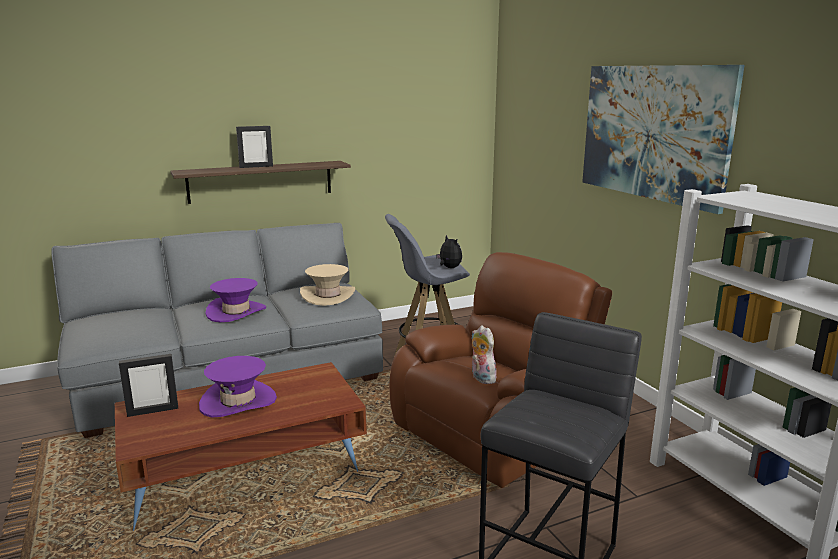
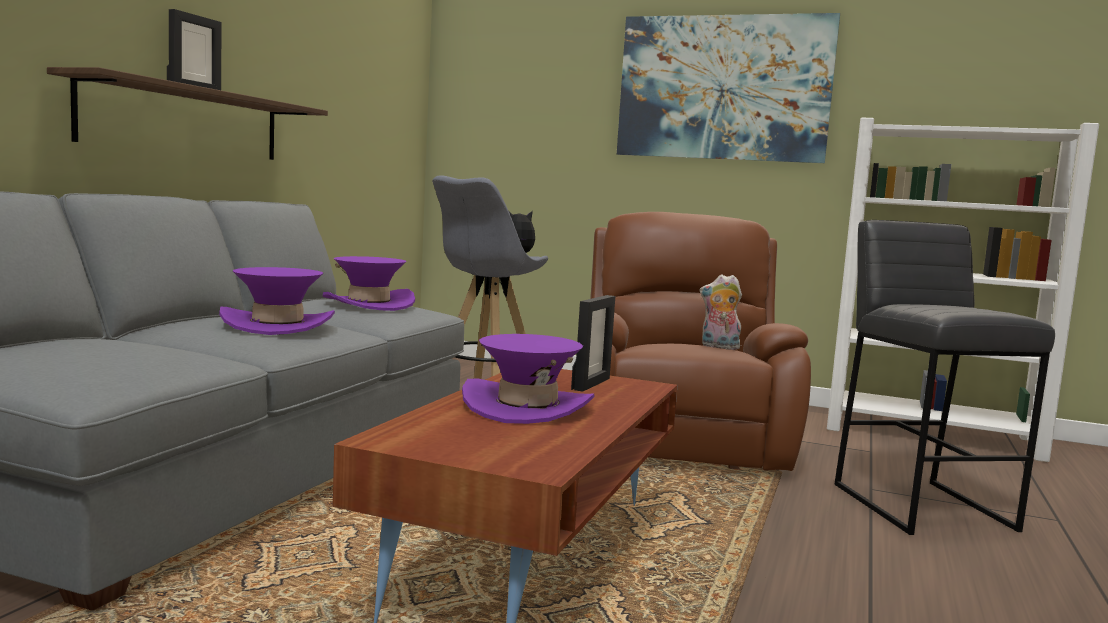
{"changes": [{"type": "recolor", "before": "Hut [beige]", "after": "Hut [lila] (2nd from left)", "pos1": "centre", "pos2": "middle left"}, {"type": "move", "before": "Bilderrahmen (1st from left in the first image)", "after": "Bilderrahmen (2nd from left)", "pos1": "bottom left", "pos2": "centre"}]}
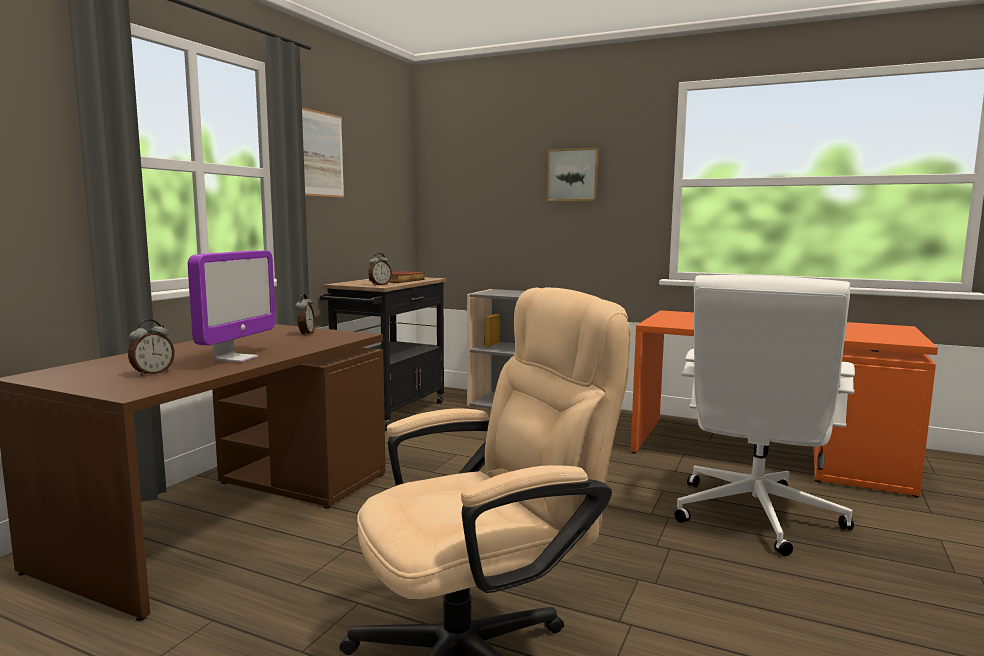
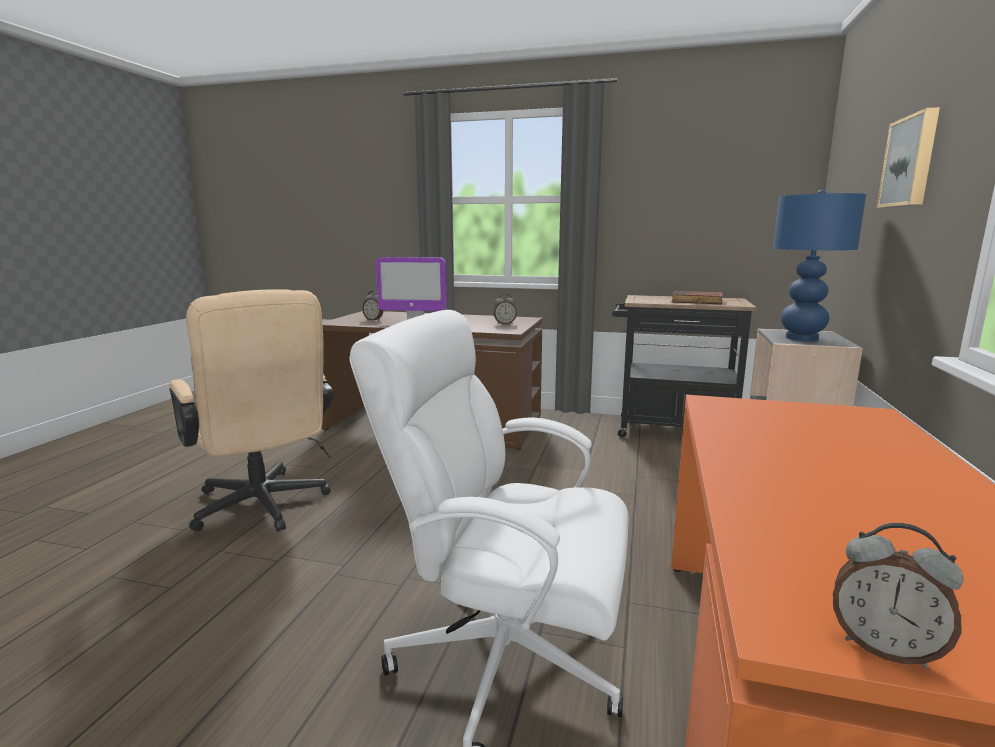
{"changes": [{"type": "delete", "before": "Bild (1st from left)", "pos1": "top left"}, {"type": "move", "before": "Wecker (3rd from left)", "pos1": "centre", "pos2": "bottom right"}, {"type": "insert", "after": "Tischlampe [blau]", "pos2": "middle right"}]}
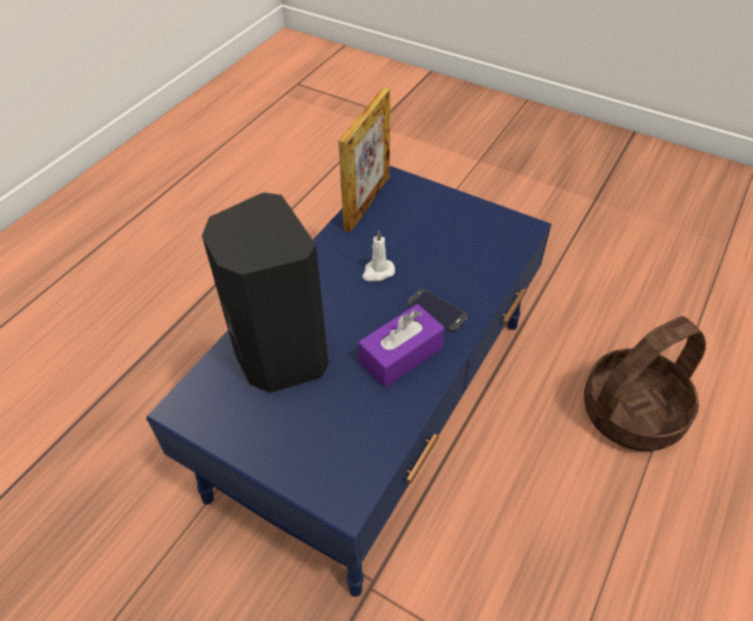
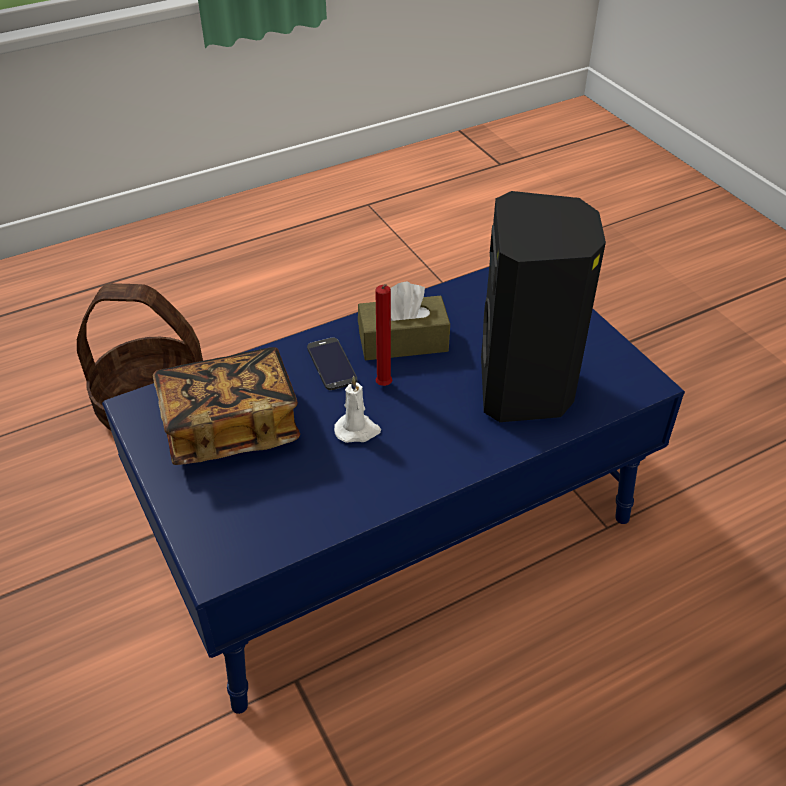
{"changes": [{"type": "delete", "before": "Bilderrahmen", "pos1": "top centre"}, {"type": "recolor", "before": "Taschentuchbox [lila]", "after": "Taschentuchbox [braun]", "pos1": "centre", "pos2": "centre"}, {"type": "insert", "after": "Kerze [rot]", "pos2": "centre"}, {"type": "insert", "after": "Buch", "pos2": "middle left"}]}
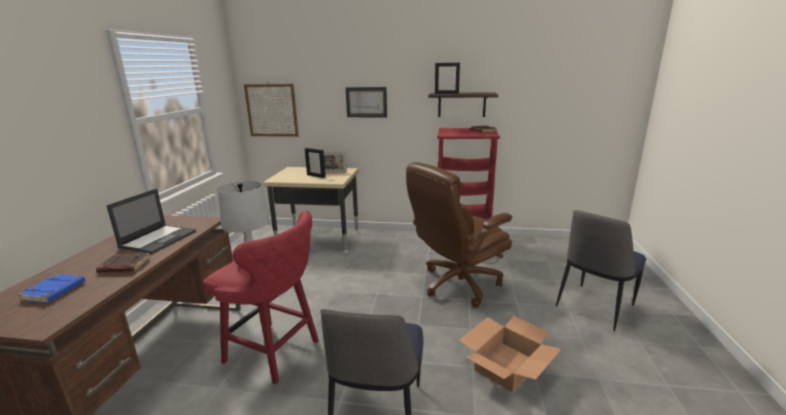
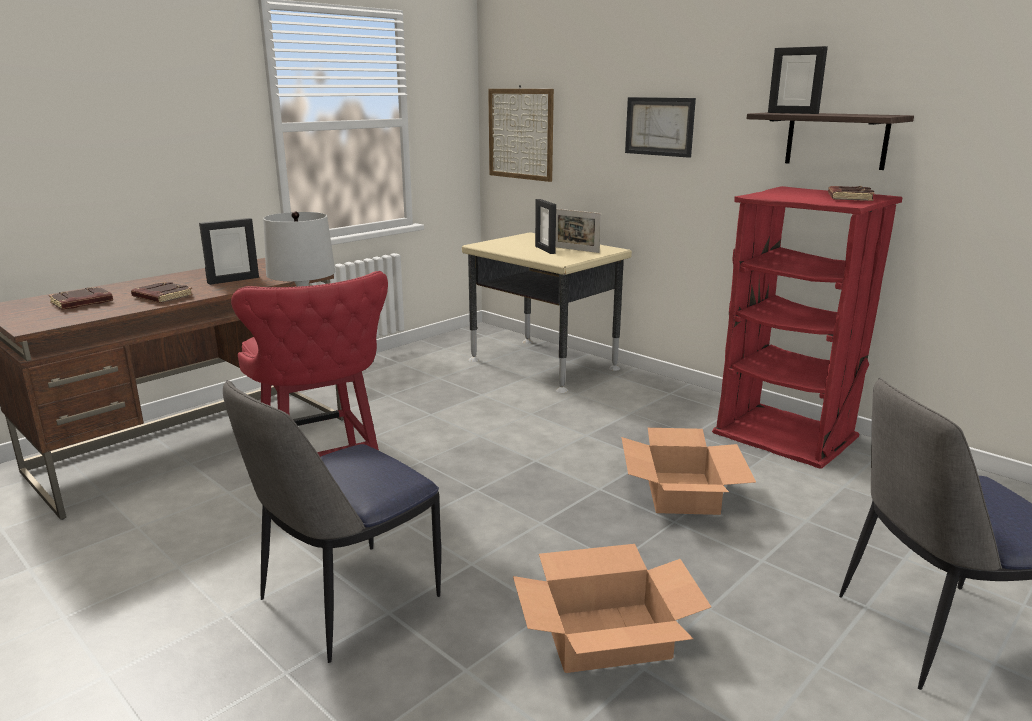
{"changes": [{"type": "replace", "before": "Bürostuhl [braun]", "after": "Karton (2nd from left)", "pos1": "centre", "pos2": "middle right"}, {"type": "replace", "before": "Laptop", "after": "Bilderrahmen (1st from left)", "pos1": "middle left", "pos2": "middle left"}, {"type": "recolor", "before": "Buch [blau]", "after": "Buch [braun] (1st from left)", "pos1": "bottom left", "pos2": "middle left"}]}
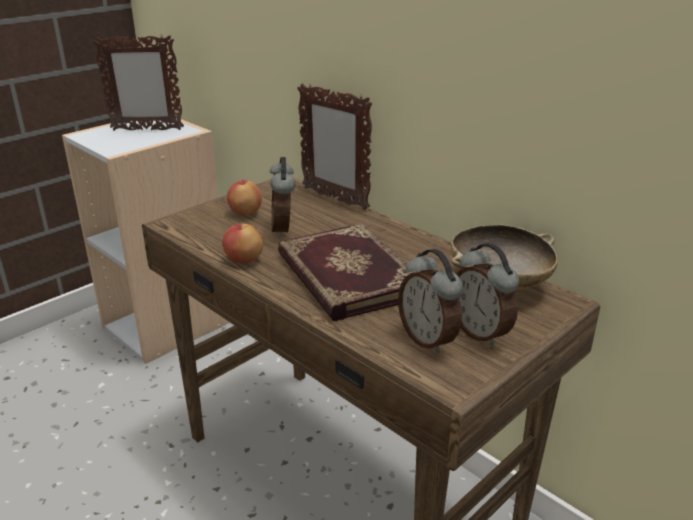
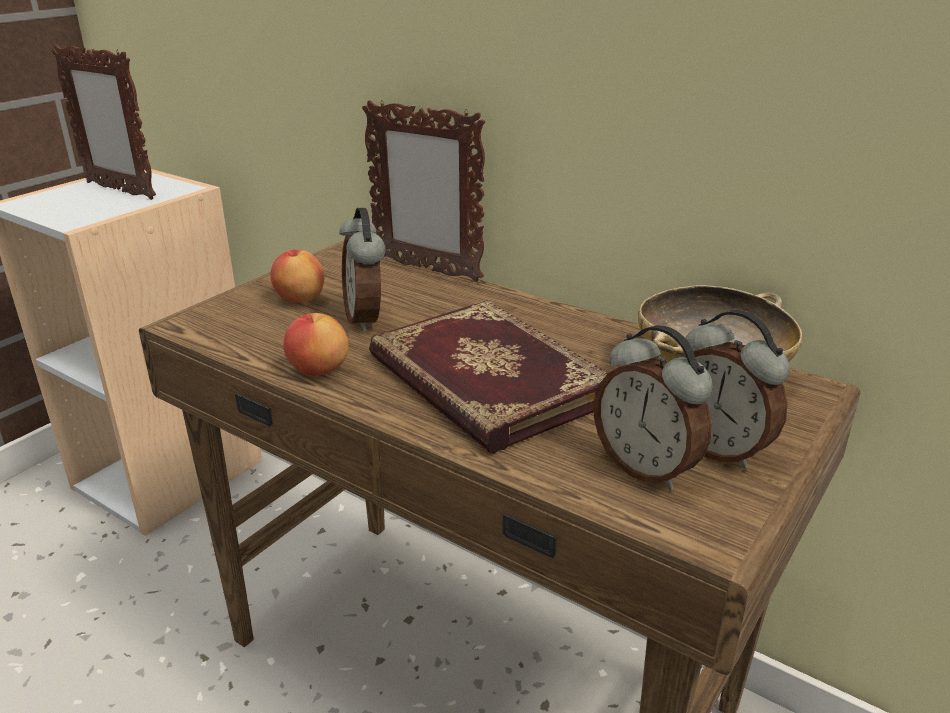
{"changes": [{"type": "rotate", "before": "Bilderrahmen (1st from left)", "pos1": "top left", "pos2": "top left", "turn": 45}]}
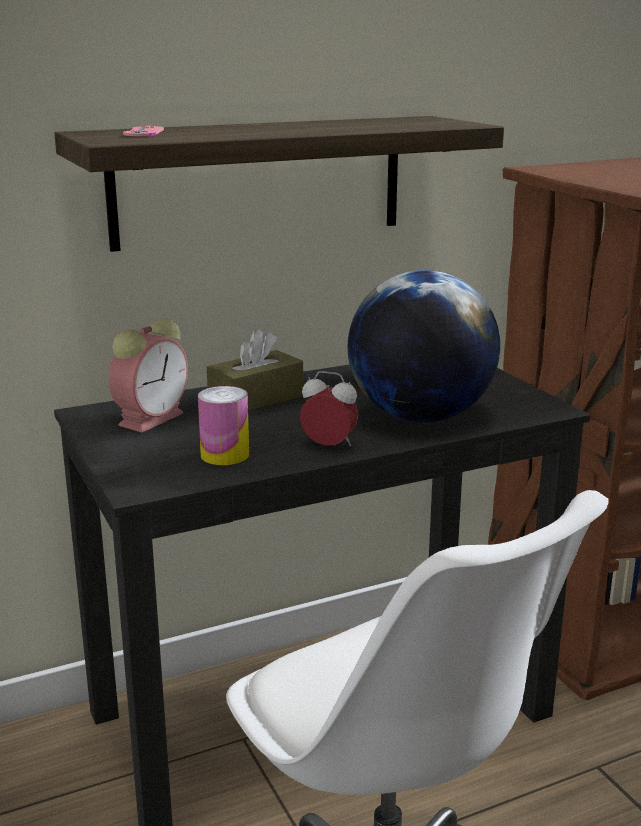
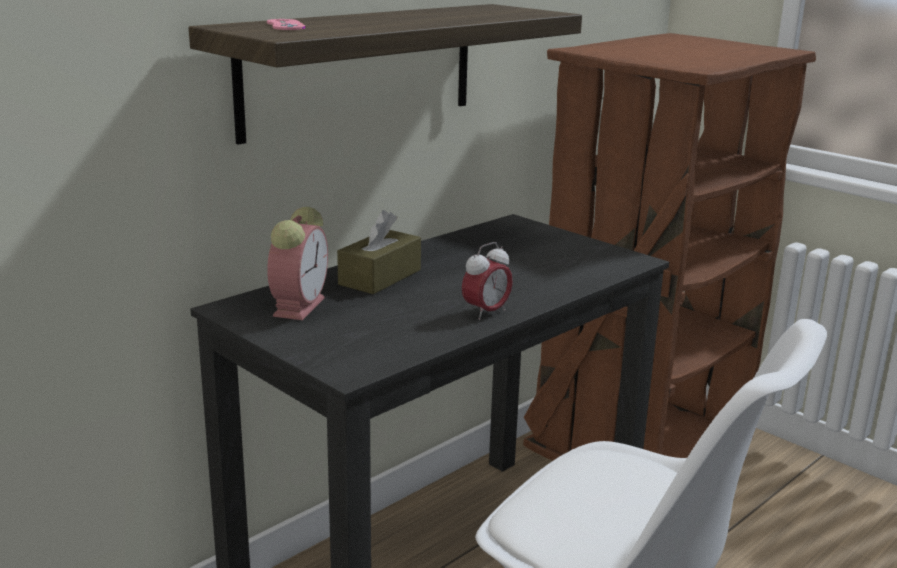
{"changes": [{"type": "delete", "before": "Globus", "pos1": "centre"}, {"type": "rotate", "before": "Wecker (2nd from left)", "pos1": "centre", "pos2": "centre", "turn": 135}, {"type": "delete", "before": "Dose", "pos1": "centre"}]}
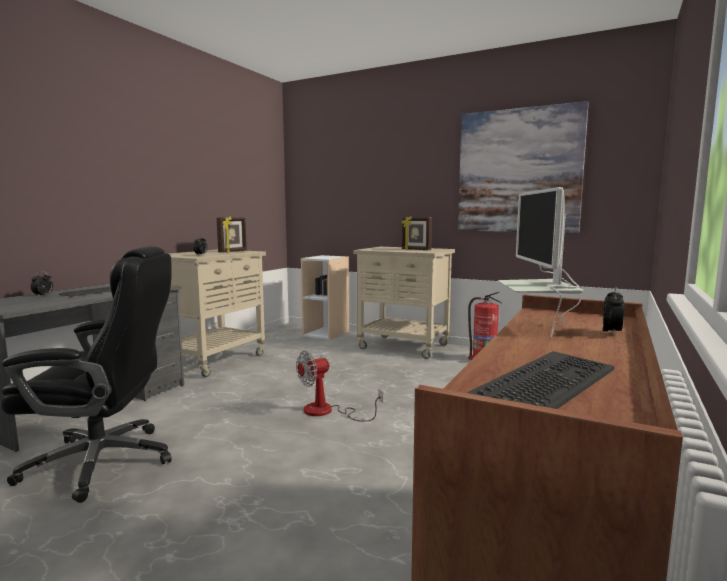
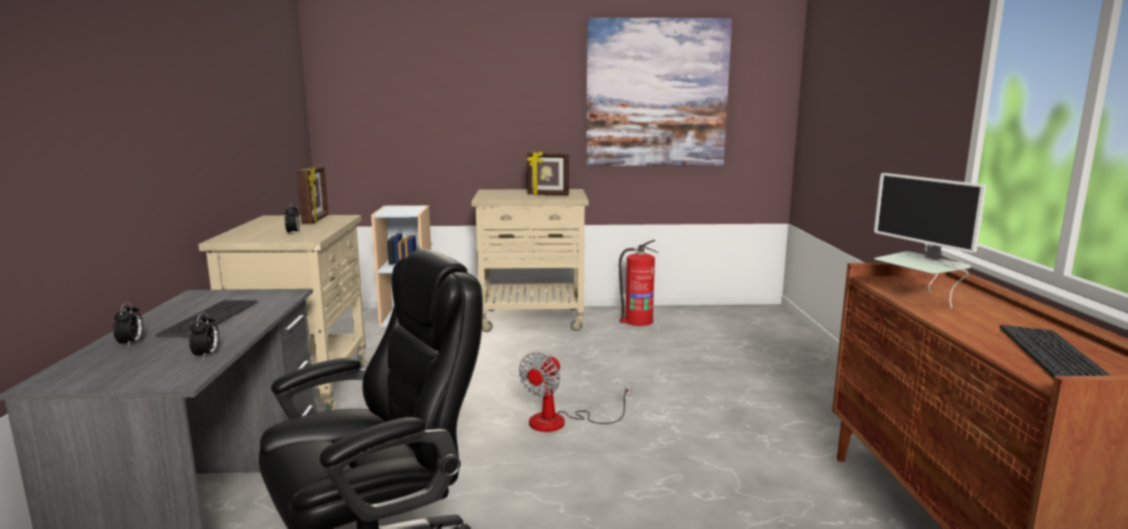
{"changes": [{"type": "move", "before": "Wecker (3rd from left in the first image)", "after": "Wecker (2nd from left)", "pos1": "middle right", "pos2": "middle left"}]}
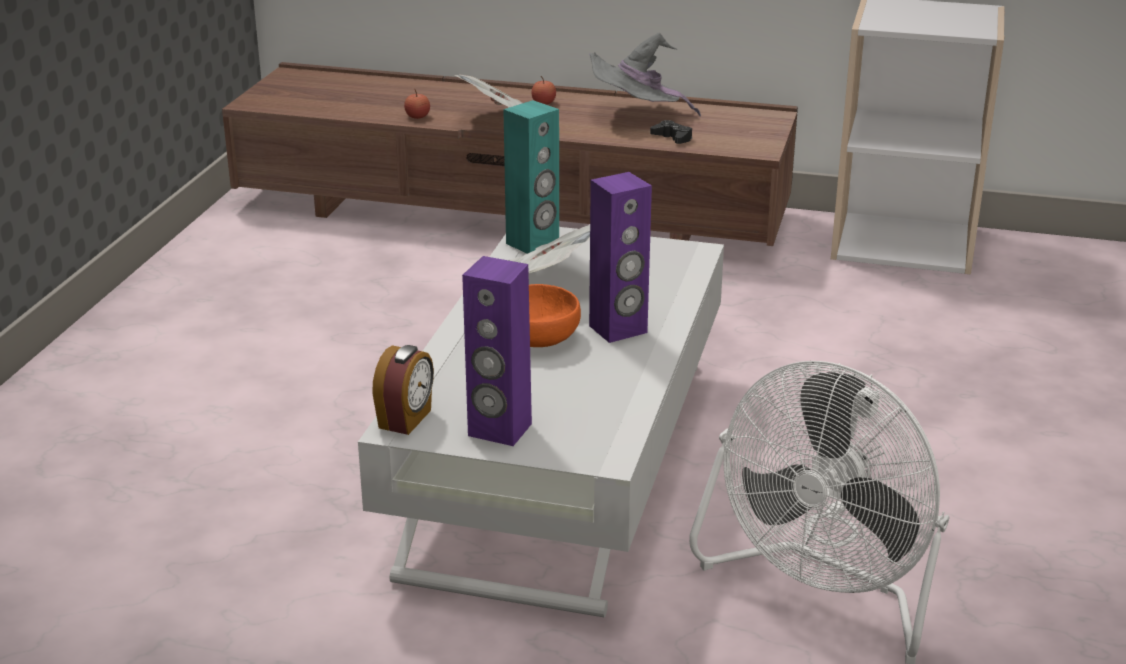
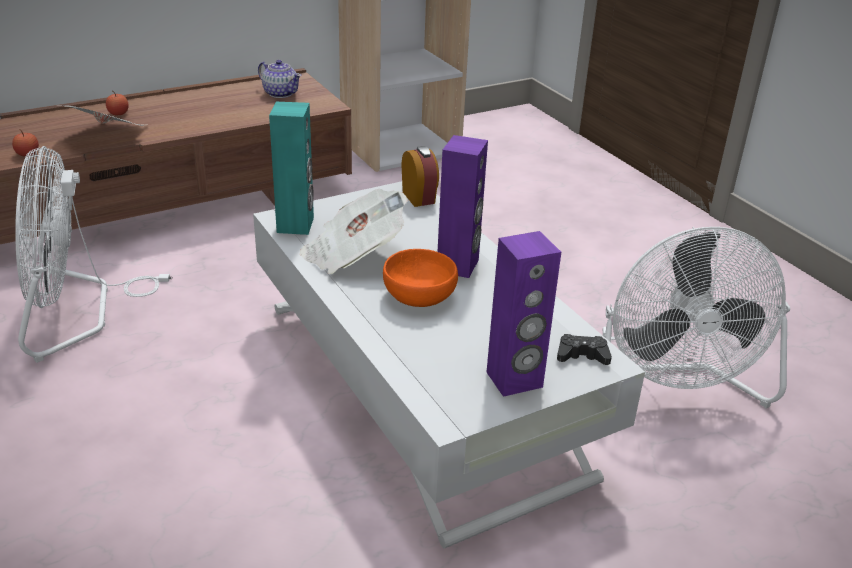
{"changes": [{"type": "delete", "before": "Hut [grau]", "pos1": "top centre"}, {"type": "move", "before": "Gamepad [schwarz]", "pos1": "top centre", "pos2": "middle right"}, {"type": "move", "before": "Wecker", "pos1": "centre", "pos2": "top centre"}, {"type": "insert", "after": "Teekanne", "pos2": "top left"}, {"type": "insert", "after": "Ventilator [weiß] (1st from left)", "pos2": "middle left"}]}
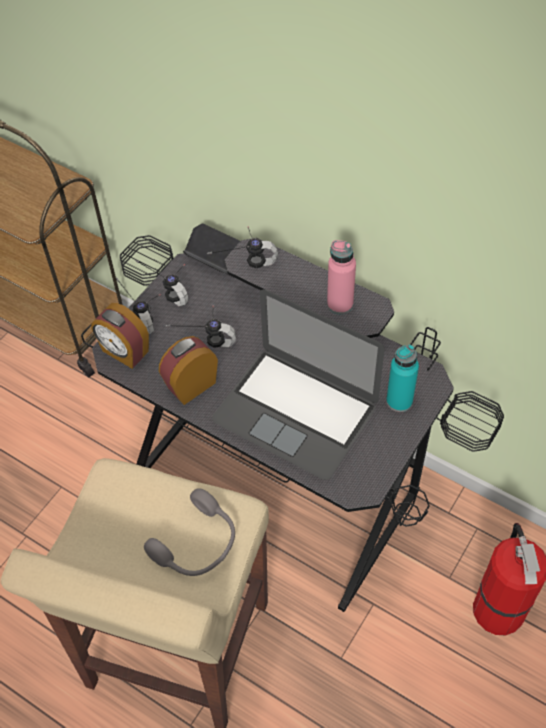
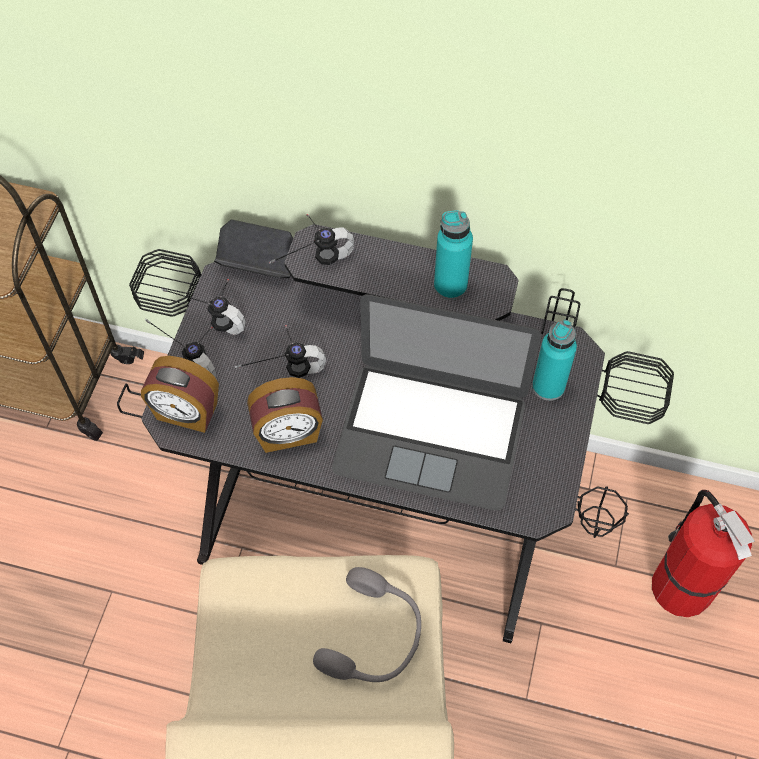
{"changes": [{"type": "recolor", "before": "Flasche [rosa]", "after": "Flasche [türkis] (1st from left)", "pos1": "centre", "pos2": "centre"}, {"type": "rotate", "before": "Wecker (2nd from left)", "pos1": "centre", "pos2": "centre", "turn": -135}]}
